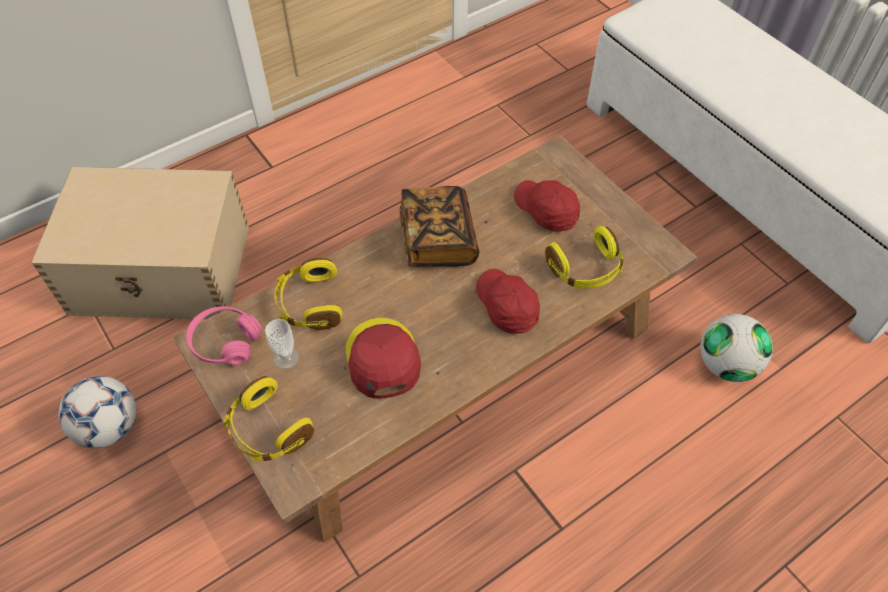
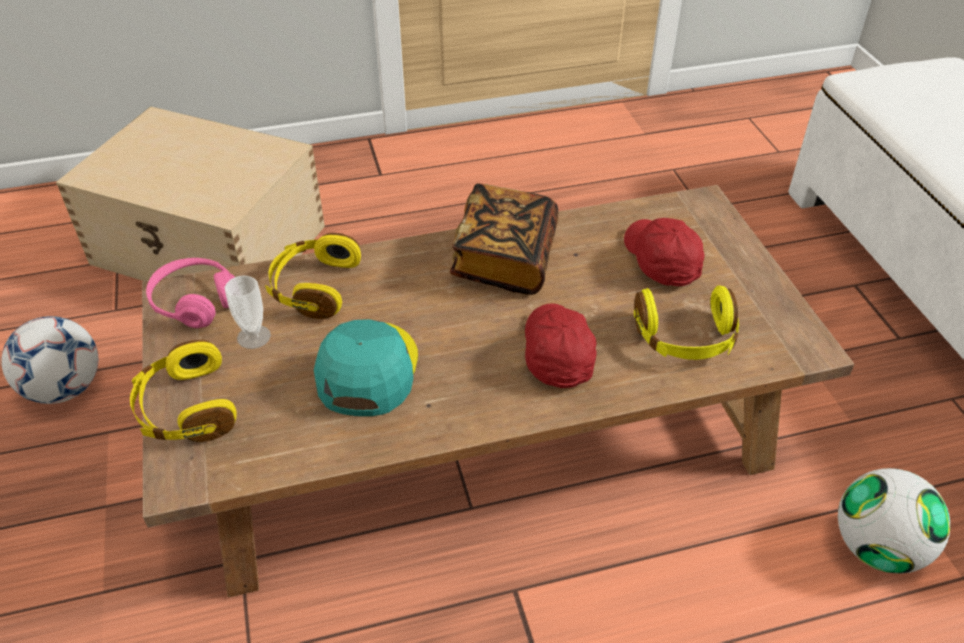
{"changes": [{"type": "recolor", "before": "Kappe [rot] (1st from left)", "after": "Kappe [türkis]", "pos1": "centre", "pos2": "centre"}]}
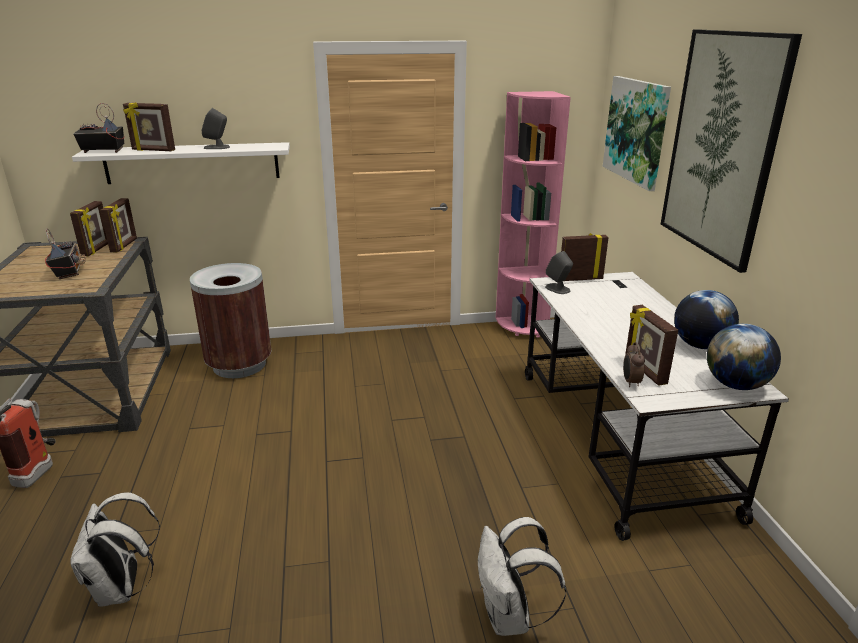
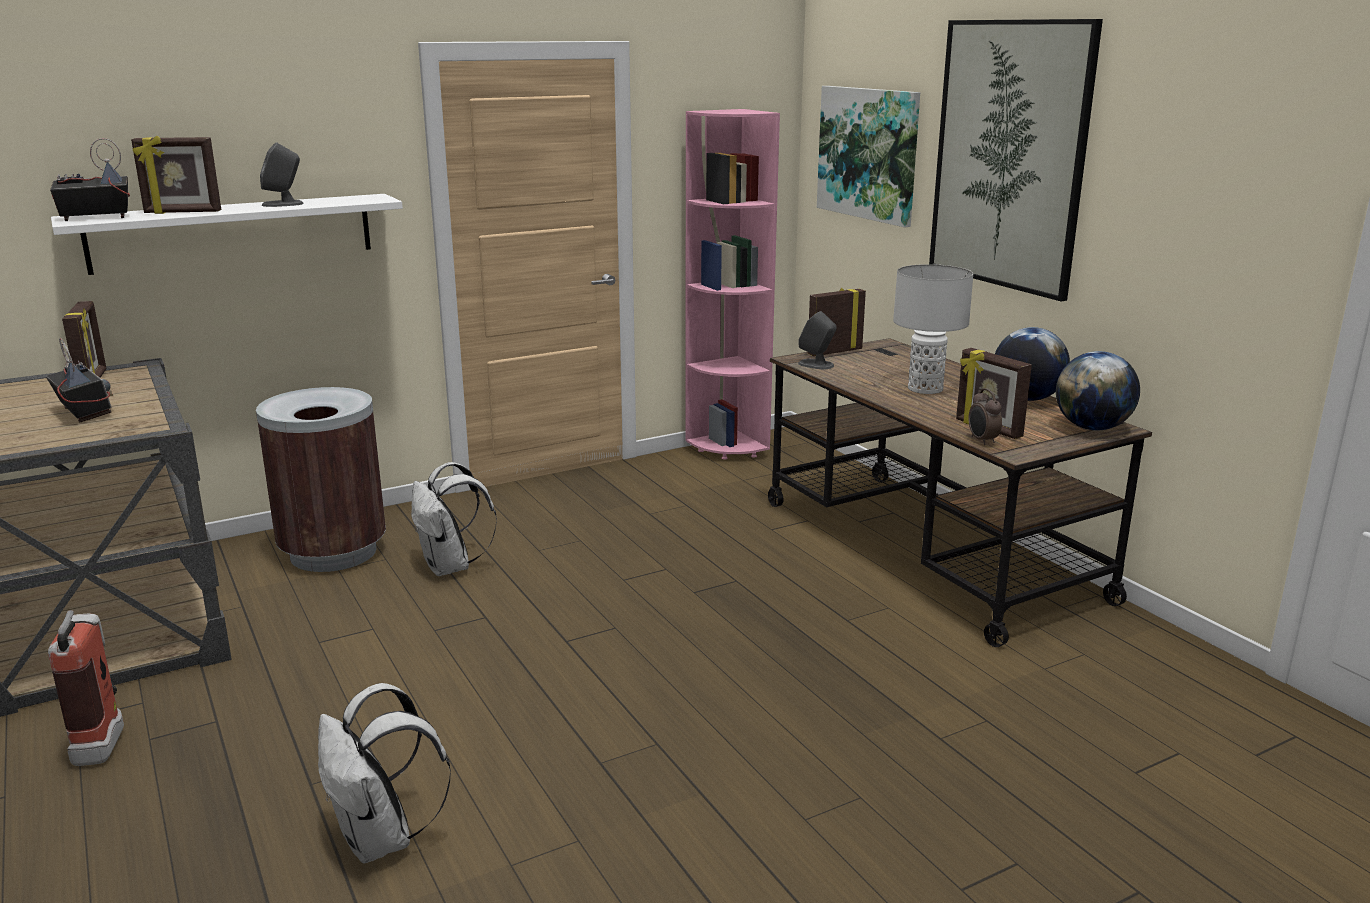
{"changes": [{"type": "delete", "before": "Bilderrahmen (2nd from left)", "pos1": "middle left"}, {"type": "recolor", "before": "Schreibtisch [weiß]", "after": "Schreibtisch [braun]", "pos1": "middle right", "pos2": "middle right"}, {"type": "move", "before": "Rucksack [weiß] (2nd from left)", "pos1": "bottom centre", "pos2": "middle left"}, {"type": "insert", "after": "Tischlampe [weiß]", "pos2": "middle right"}]}
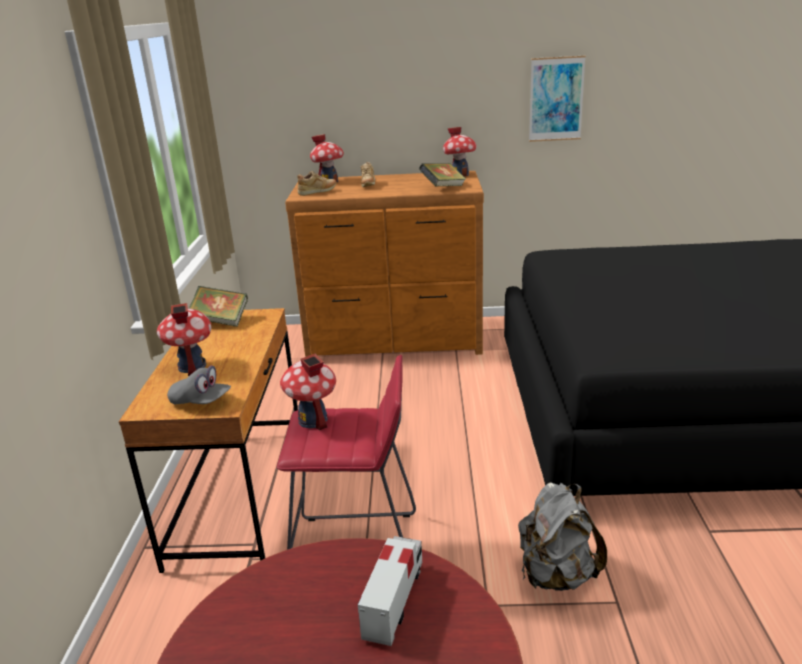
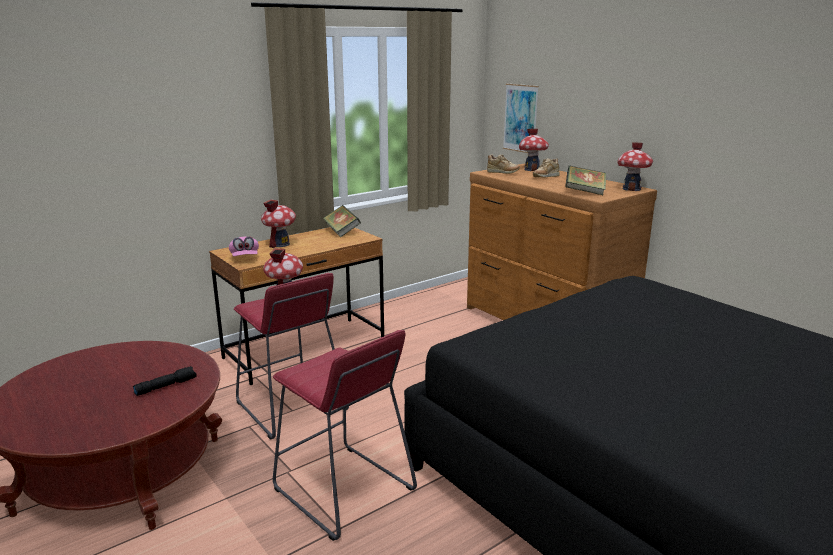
{"changes": [{"type": "move", "before": "Bild", "pos1": "top right", "pos2": "top centre"}, {"type": "recolor", "before": "Kappe [grau]", "after": "Kappe [rosa]", "pos1": "middle left", "pos2": "middle left"}, {"type": "replace", "before": "Rucksack [grau]", "after": "Hocker [rot] (2nd from left)", "pos1": "bottom right", "pos2": "bottom centre"}, {"type": "replace", "before": "Spielzeuglaster", "after": "Taschenlampe [schwarz]", "pos1": "bottom centre", "pos2": "bottom left"}]}
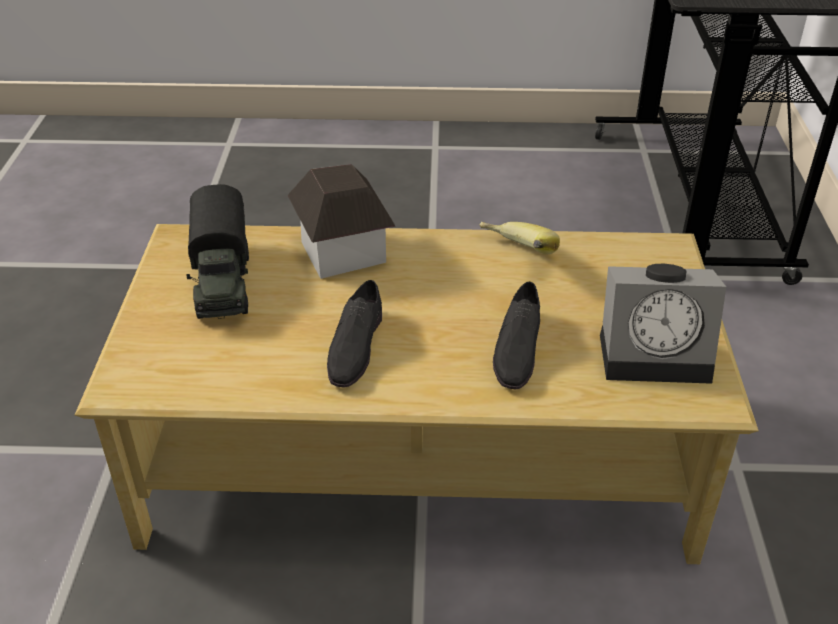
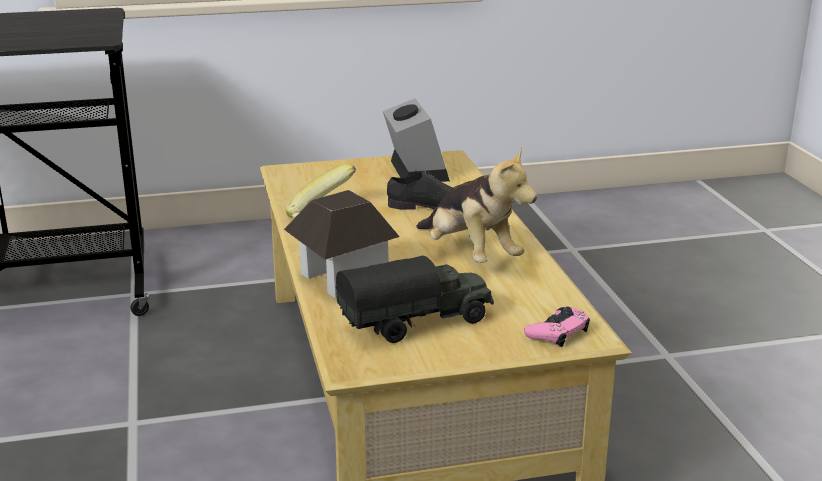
{"changes": [{"type": "replace", "before": "Schuh [schwarz] (1st from left)", "after": "Plüschtier", "pos1": "centre", "pos2": "centre"}, {"type": "insert", "after": "Gamepad [rosa]", "pos2": "bottom right"}]}
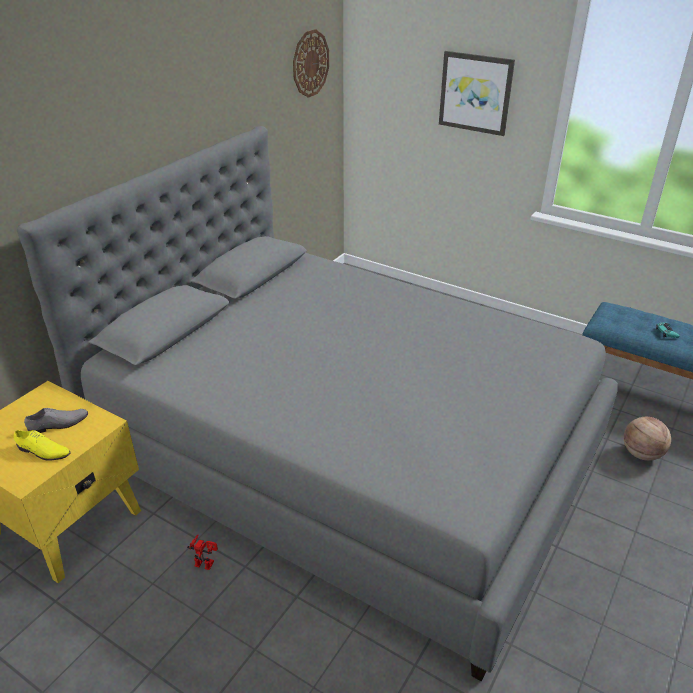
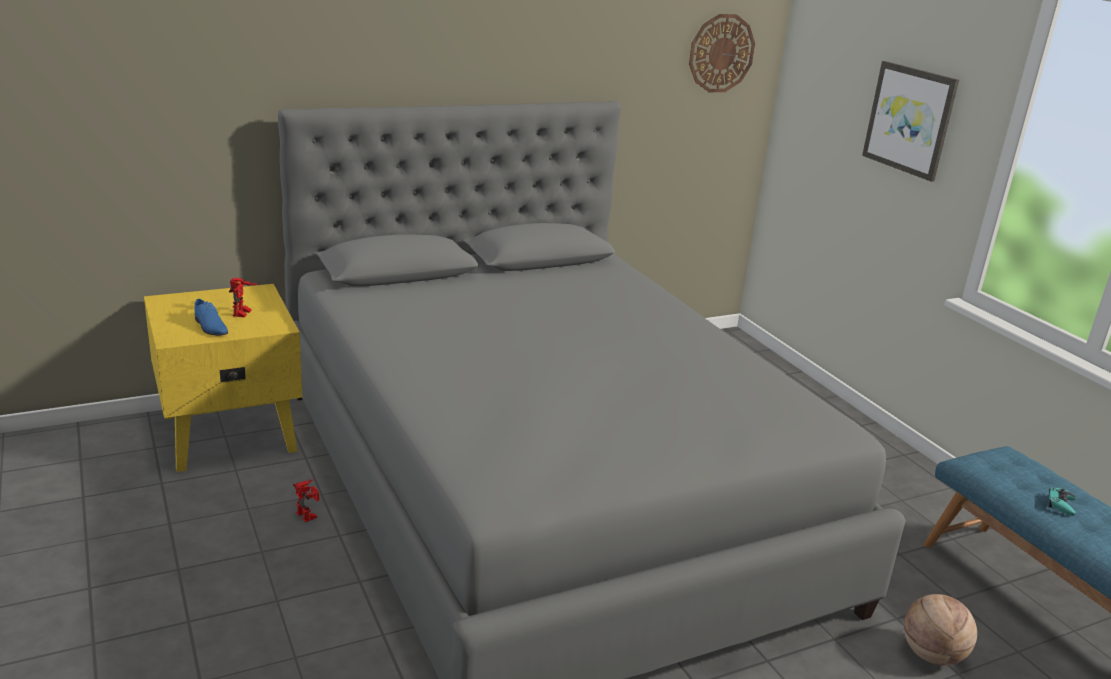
{"changes": [{"type": "replace", "before": "Schuh [grau]", "after": "Spielzeugroboter (1st from left)", "pos1": "middle left", "pos2": "middle left"}, {"type": "recolor", "before": "Schuh [gelb]", "after": "Schuh [blau]", "pos1": "middle left", "pos2": "middle left"}]}
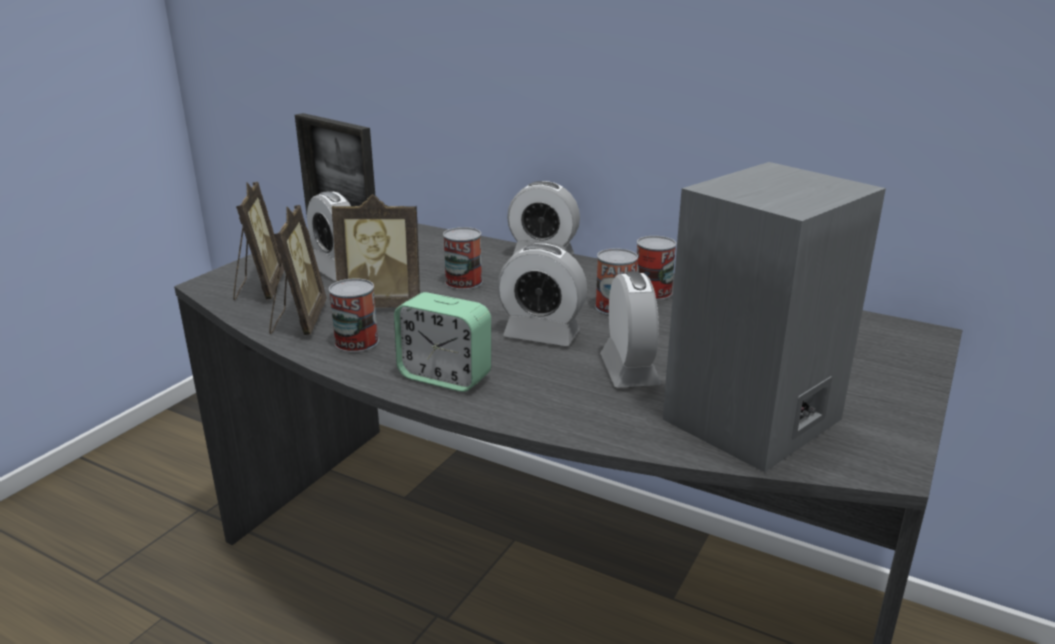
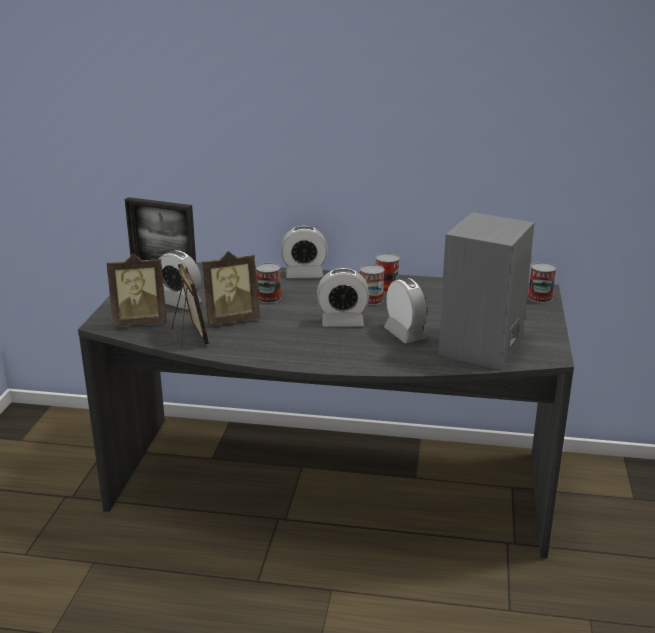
{"changes": [{"type": "rotate", "before": "Bilderrahmen (1st from left)", "pos1": "middle left", "pos2": "middle left", "turn": 105}, {"type": "move", "before": "Dose (1st from left in the first image)", "after": "Dose (4th from left)", "pos1": "centre", "pos2": "middle right"}, {"type": "delete", "before": "Wecker (2nd from left)", "pos1": "centre"}]}
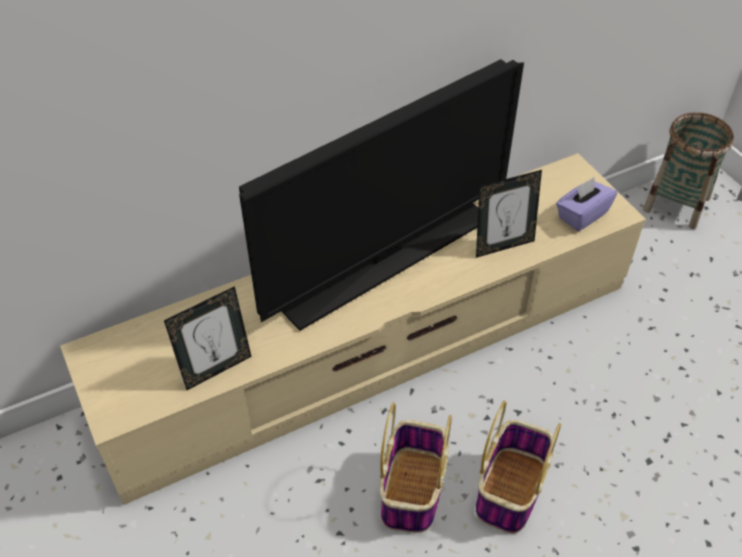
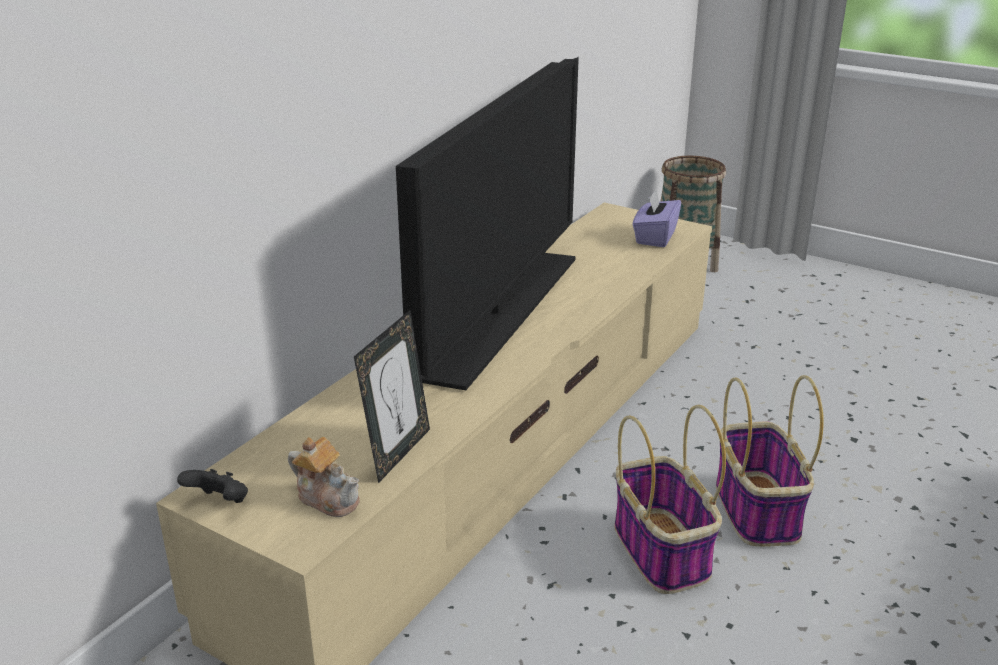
{"changes": [{"type": "delete", "before": "Bilderrahmen (2nd from left)", "pos1": "middle right"}, {"type": "insert", "after": "Teekanne", "pos2": "bottom left"}, {"type": "insert", "after": "Gamepad [schwarz]", "pos2": "bottom left"}]}
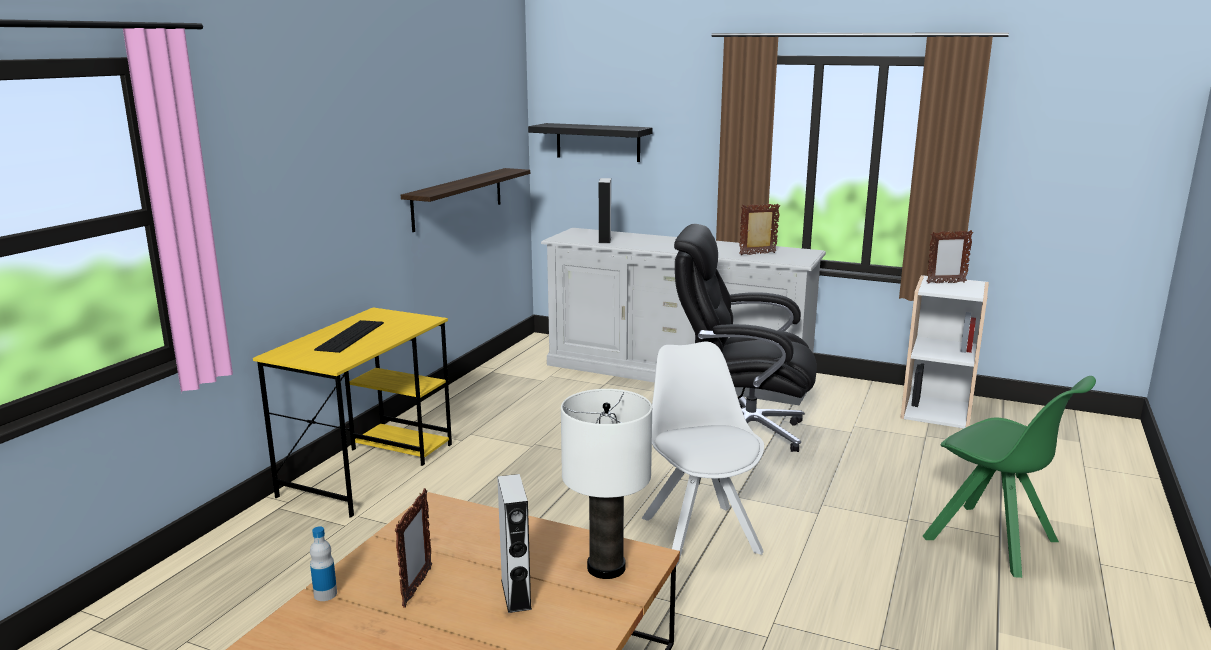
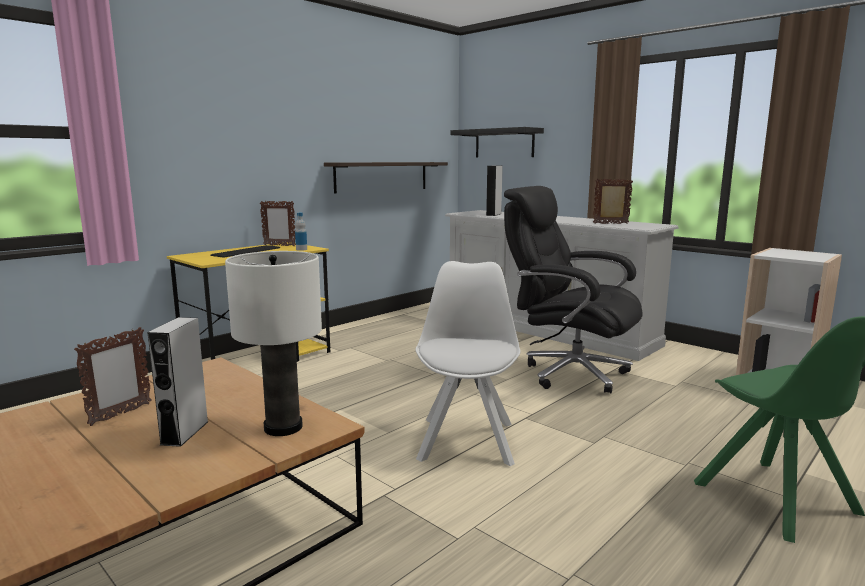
{"changes": [{"type": "move", "before": "Bilderrahmen (3rd from left in the first image)", "after": "Bilderrahmen (2nd from left)", "pos1": "middle right", "pos2": "middle left"}, {"type": "move", "before": "Flasche", "pos1": "bottom left", "pos2": "centre"}]}
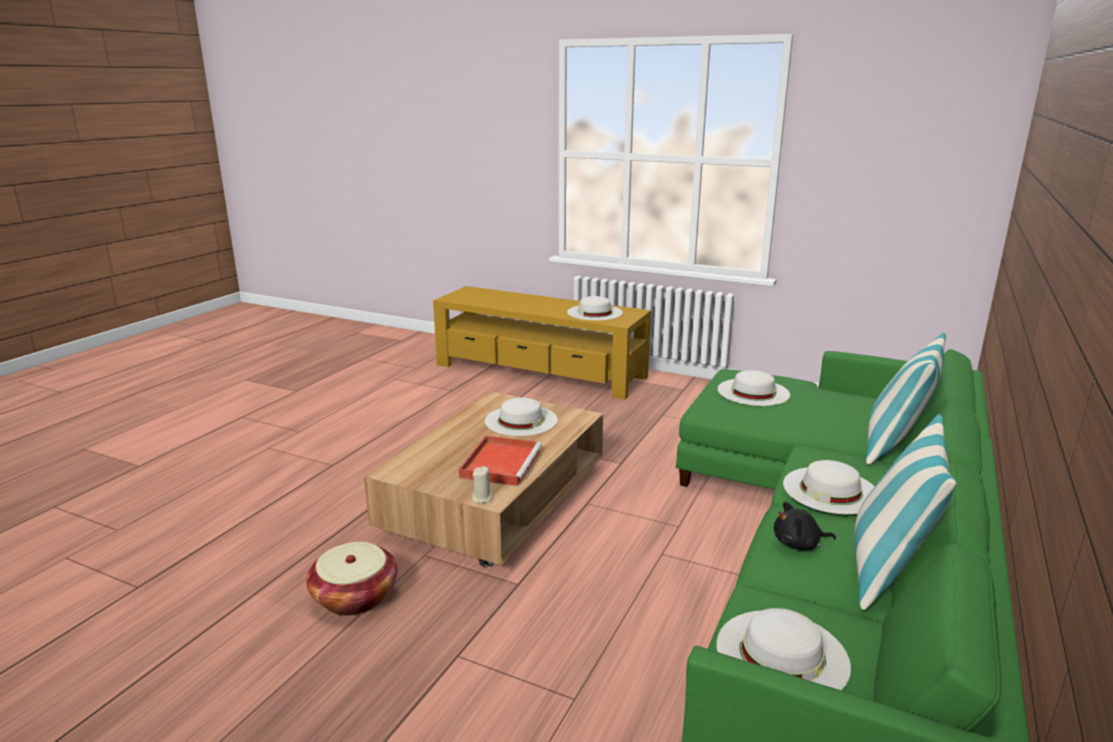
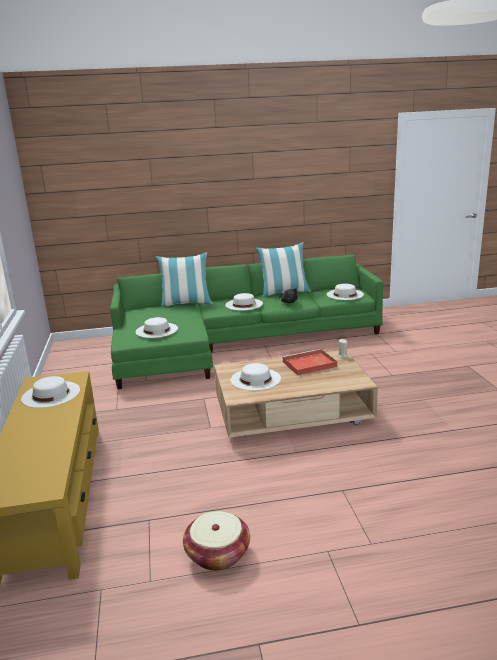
{"changes": [{"type": "move", "before": "Korb", "pos1": "bottom left", "pos2": "bottom centre"}]}
